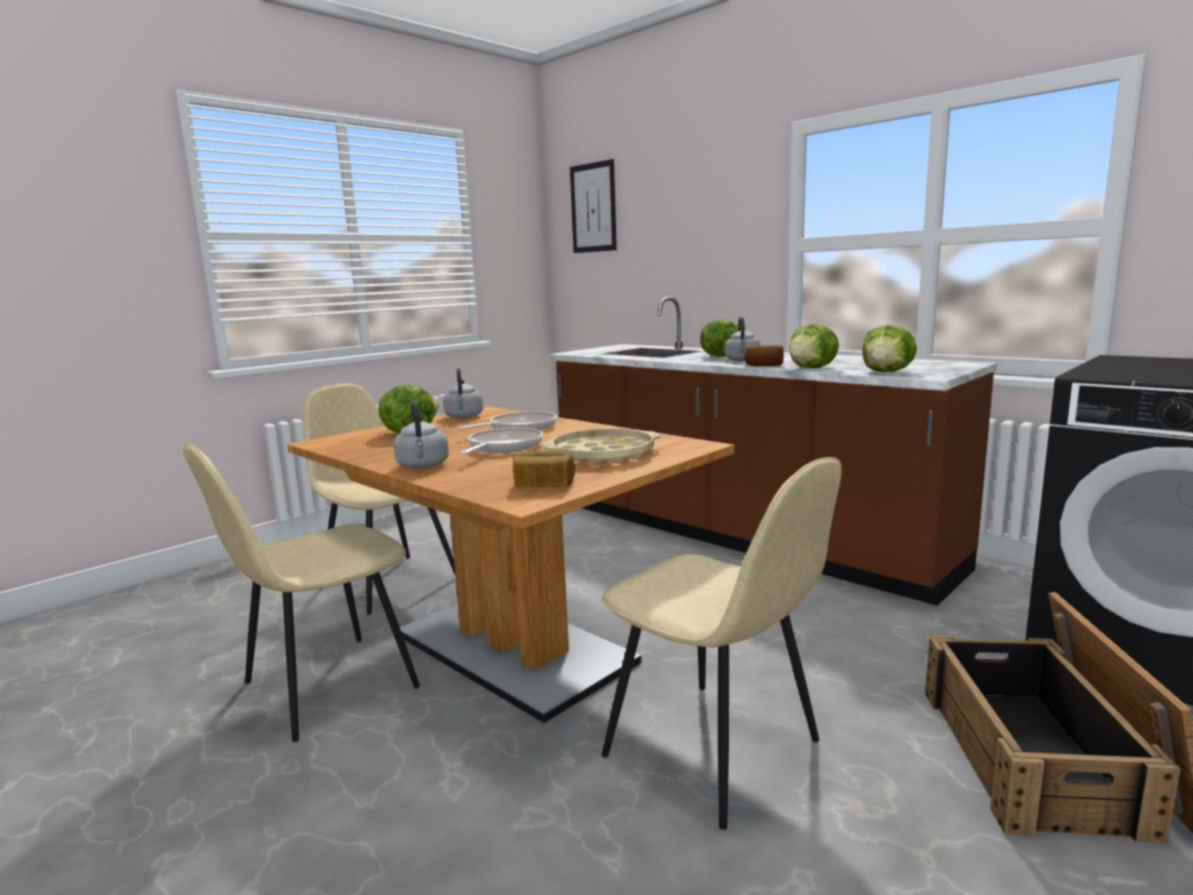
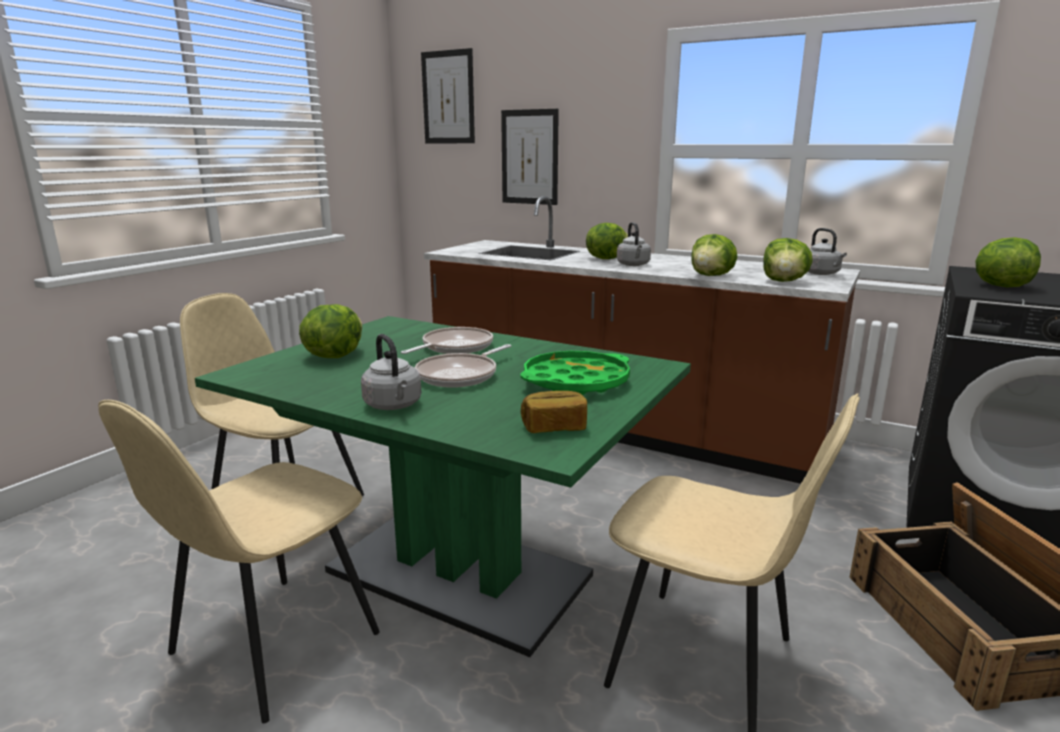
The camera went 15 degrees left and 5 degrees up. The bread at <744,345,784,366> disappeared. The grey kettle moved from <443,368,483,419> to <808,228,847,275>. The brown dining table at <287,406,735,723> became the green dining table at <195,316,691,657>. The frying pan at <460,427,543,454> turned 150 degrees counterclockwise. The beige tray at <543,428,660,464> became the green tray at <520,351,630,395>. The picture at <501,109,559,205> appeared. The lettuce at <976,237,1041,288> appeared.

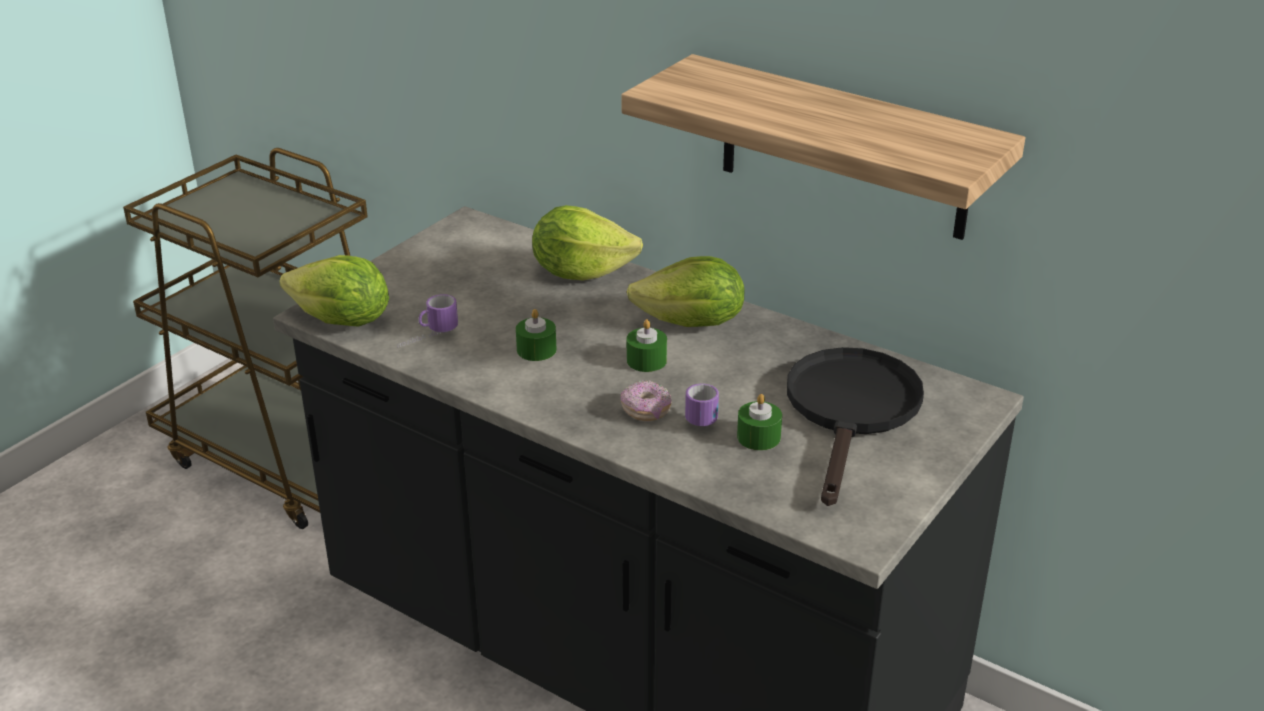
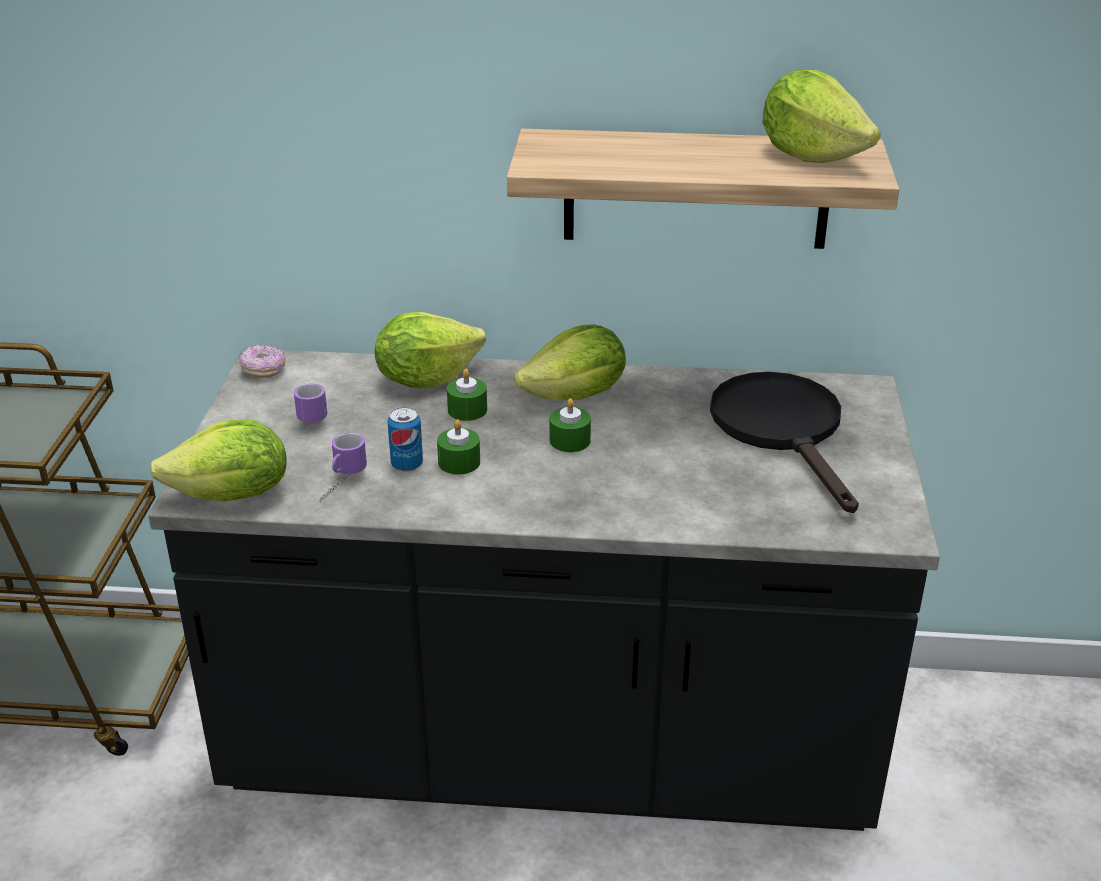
The camera went 30 degrees left and 0 degrees up. The donut moved from <621,380,672,421> to <239,344,286,378>. The mug moved from <685,384,719,426> to <294,383,327,423>. The green candle moved from <737,394,782,450> to <447,369,487,421>. The lettuce at <762,69,881,163> appeared. The can at <388,407,423,472> appeared.

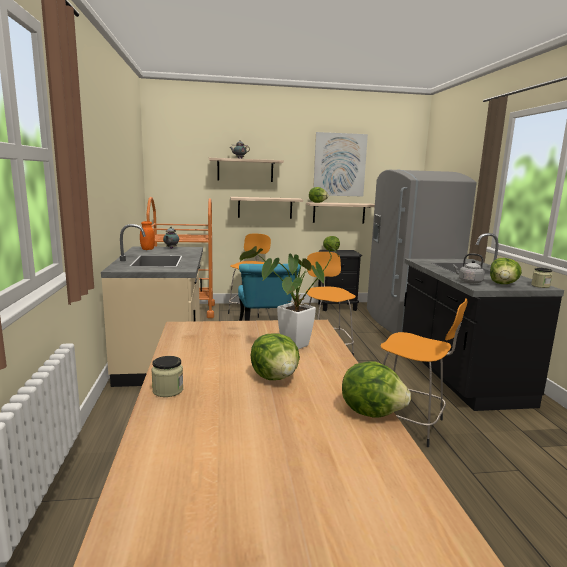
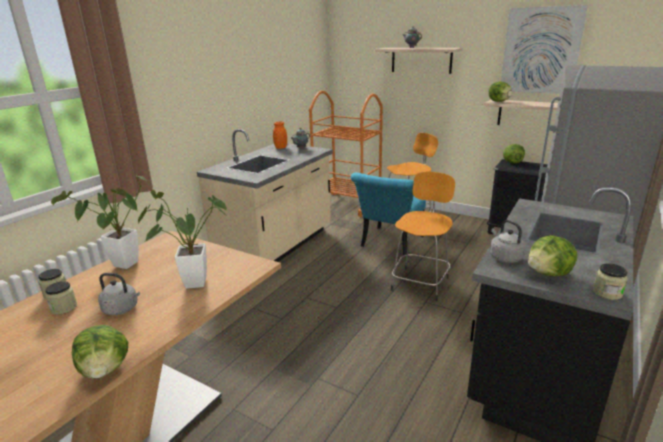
The camera went 40 degrees right and 10 degrees up. The shelf at <230,197,303,219> disappeared. The orange stool at <380,298,467,447> disappeared. The lettuce at <250,334,300,380> was replaced by the grey kettle at <98,273,140,315>. The potted plant at <51,174,147,269> appeared. The jar at <45,281,77,315> appeared.

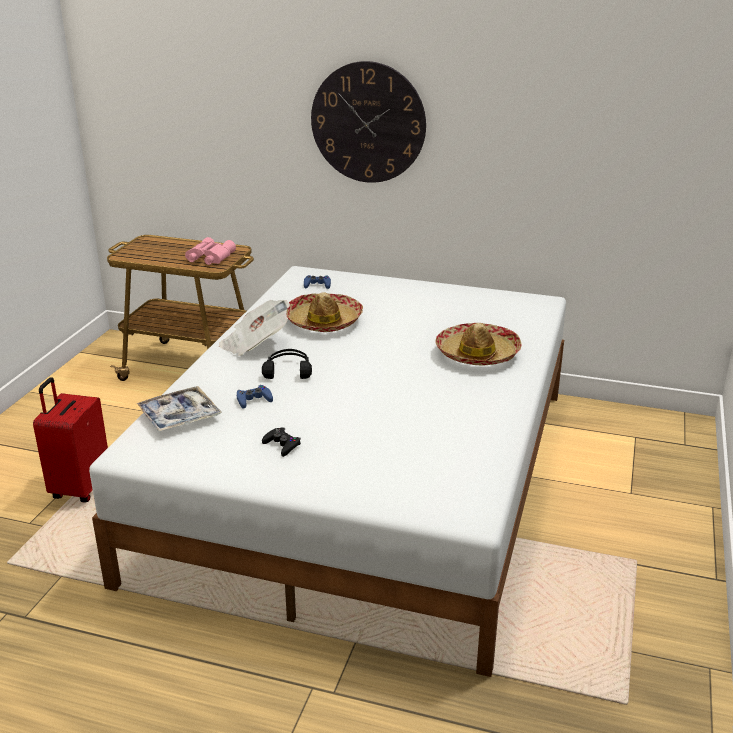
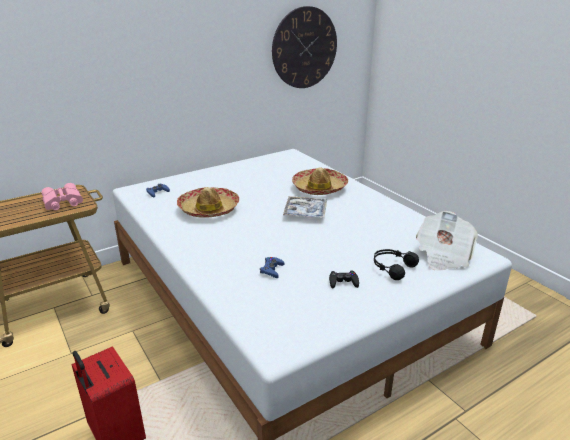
The camera went 50 degrees left and 0 degrees up. The wall clock moved from <311,61,426,183> to <272,6,337,88>. The newspaper moved from <219,300,290,356> to <416,211,478,271>. The black headphones moved from <262,349,312,379> to <374,249,419,280>. The tray moved from <136,386,221,432> to <283,196,327,218>.

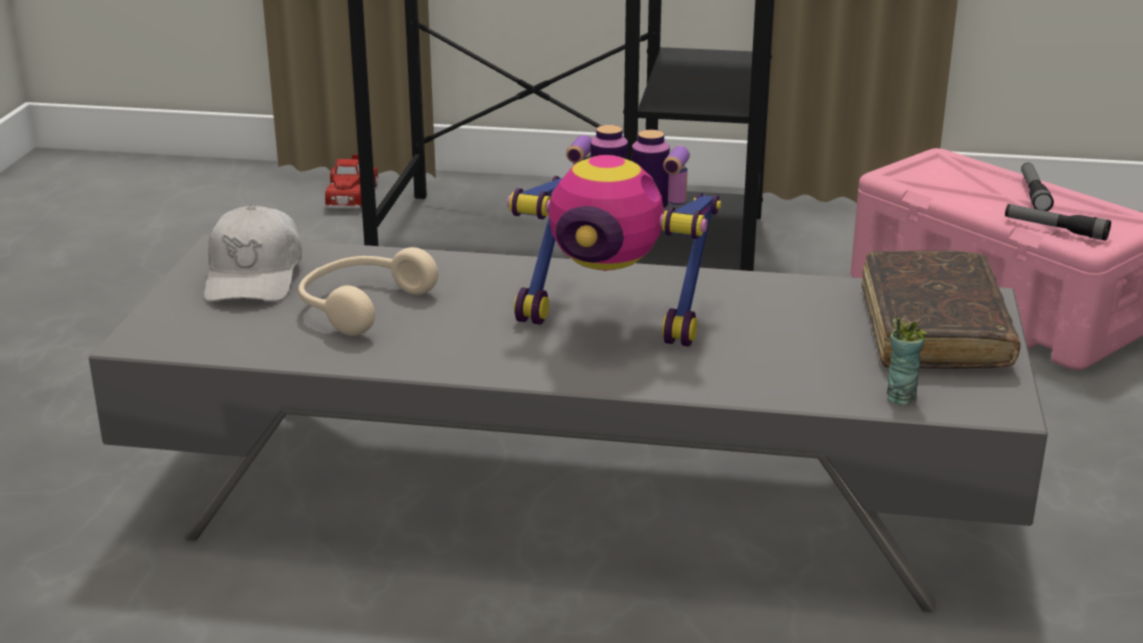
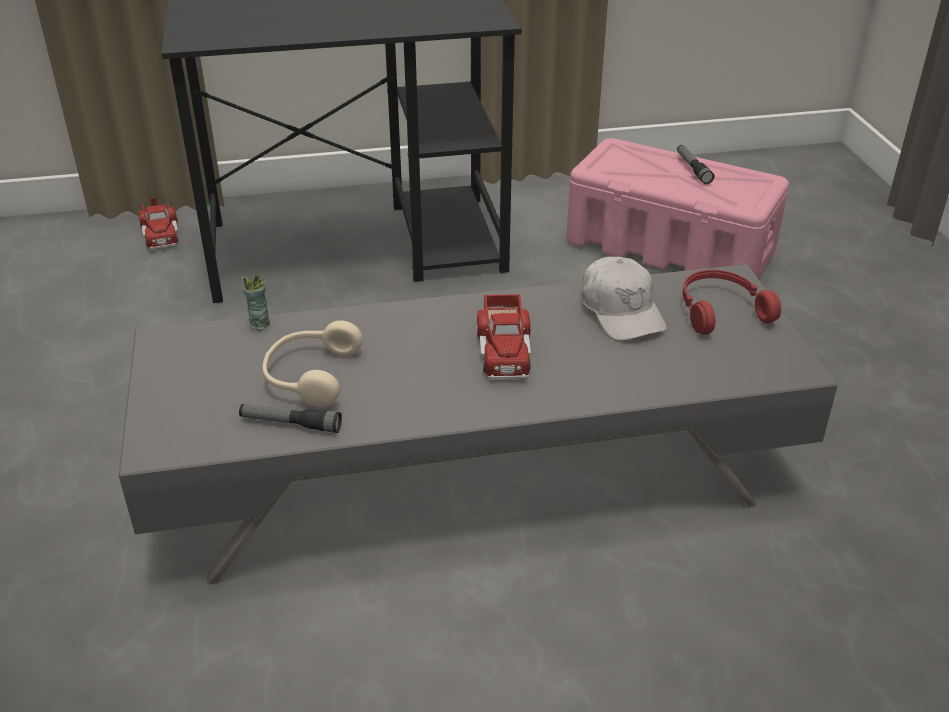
The camera went 20 degrees left and 10 degrees up. The toy robot at <507,125,721,347> was replaced by the toy truck at <476,294,531,380>. The flashlight moved from <1005,204,1111,241> to <239,404,342,433>. The white cap moved from <204,205,302,302> to <582,257,667,341>. The brown book at <862,251,1021,369> was replaced by the red headphones at <683,270,781,335>. The cup moved from <887,317,927,406> to <242,275,270,331>.

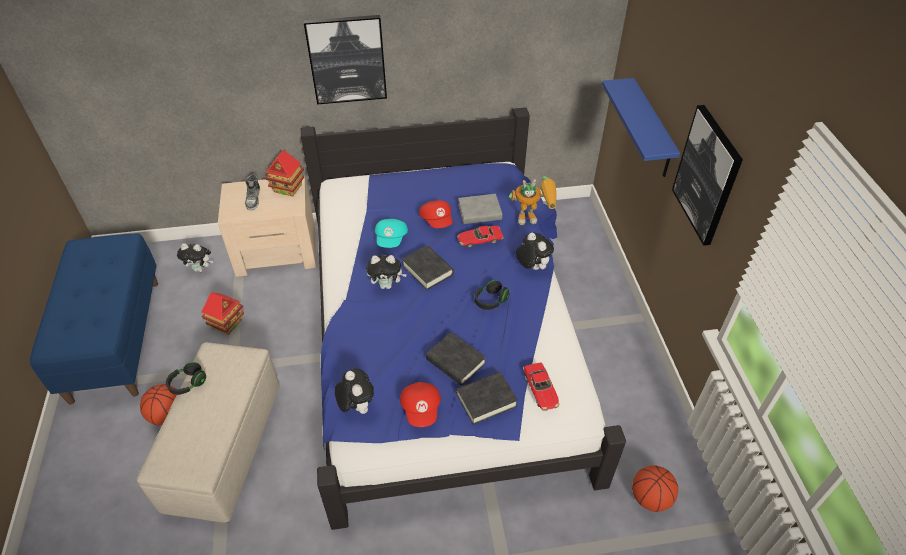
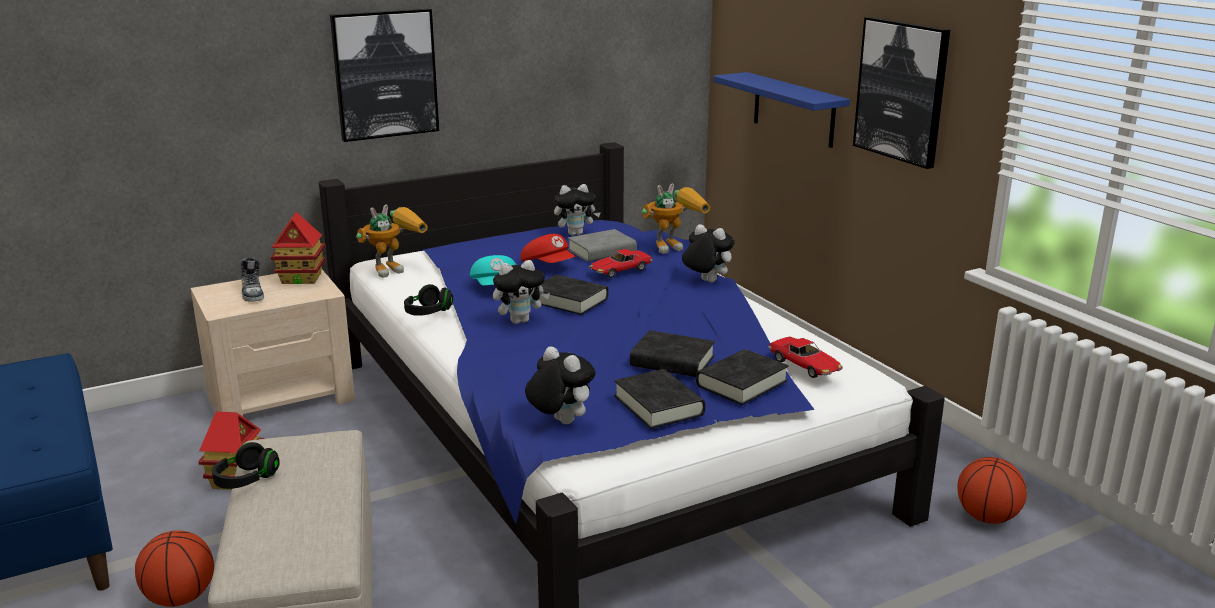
The camera went 20 degrees left and 25 degrees down. The plush toy moved from <177,244,213,272> to <554,184,601,236>. The black headphones moved from <475,280,510,310> to <404,284,453,316>. The red cap at <400,382,441,427> was replaced by the black book at <614,369,705,429>. The toy robot at <356,205,428,278> appeared.

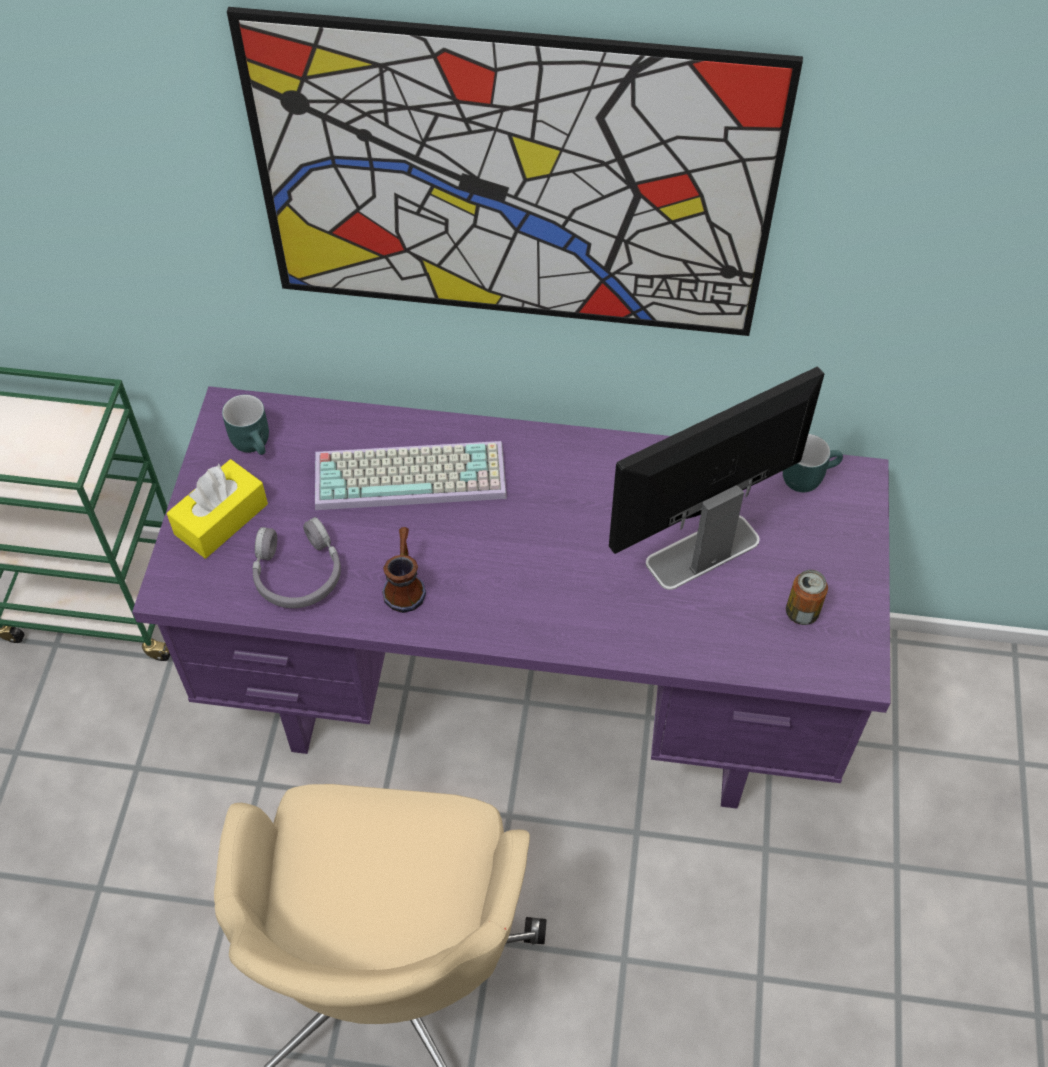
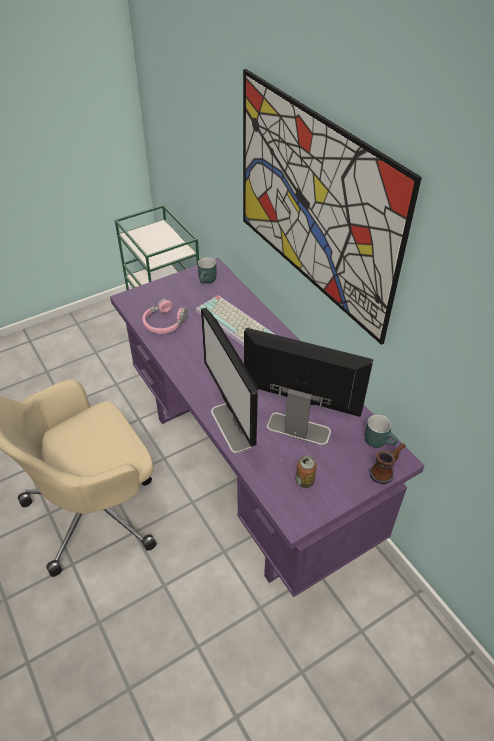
The camera went 50 degrees right and 10 degrees down. The yellow tissue box at <167,459,268,558> disappeared. The grey headphones at <252,517,341,608> became the pink headphones at <142,298,188,334>. The mug moved from <382,527,426,613> to <370,443,406,485>. The monitor at <201,308,258,453> appeared.

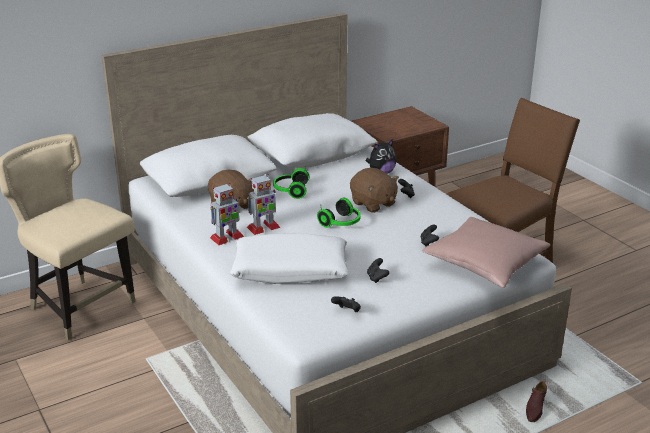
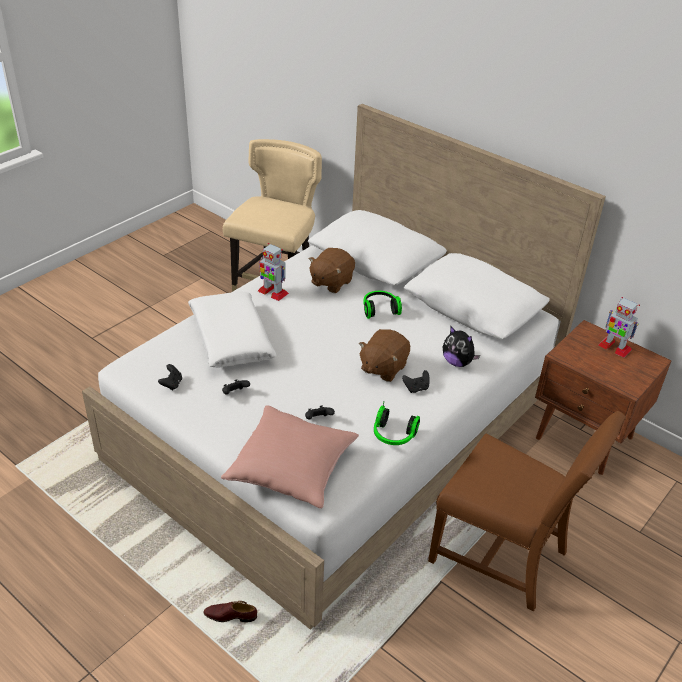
The camera went 70 degrees right and 10 degrees up. The toy robot moved from <247,174,280,235> to <598,297,640,358>. The headphones moved from <317,198,361,228> to <374,402,420,445>.

